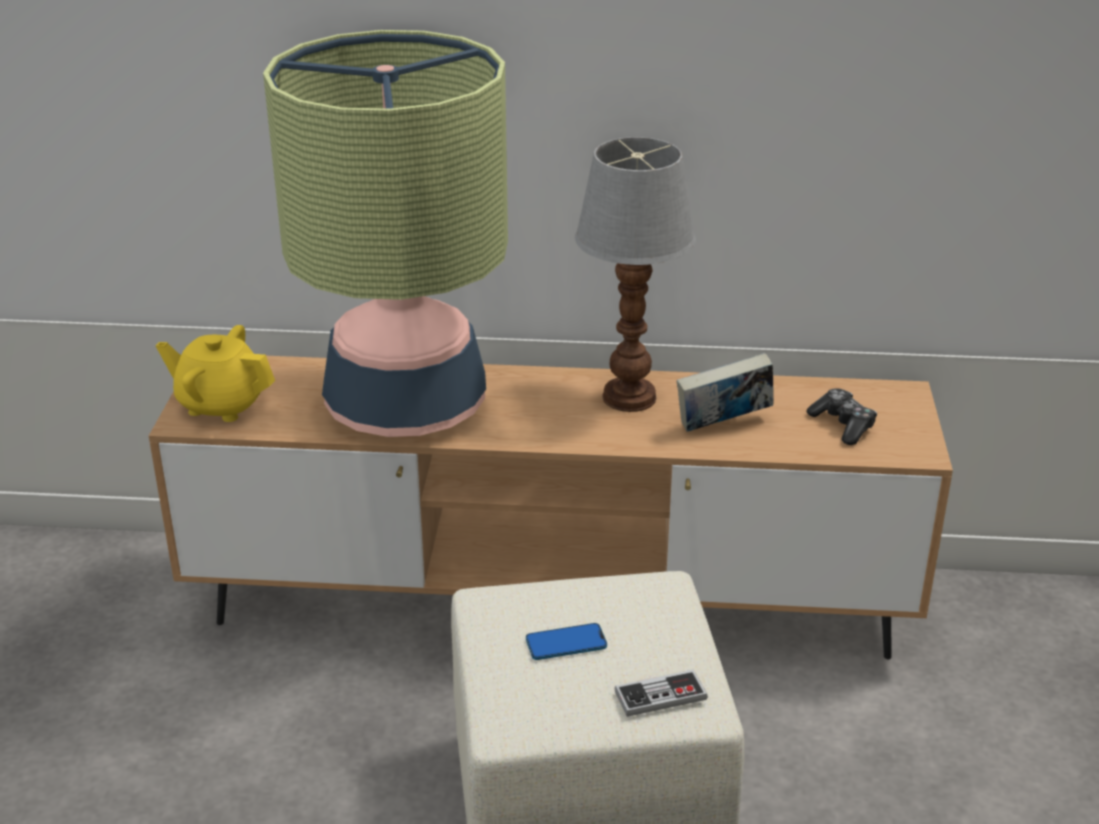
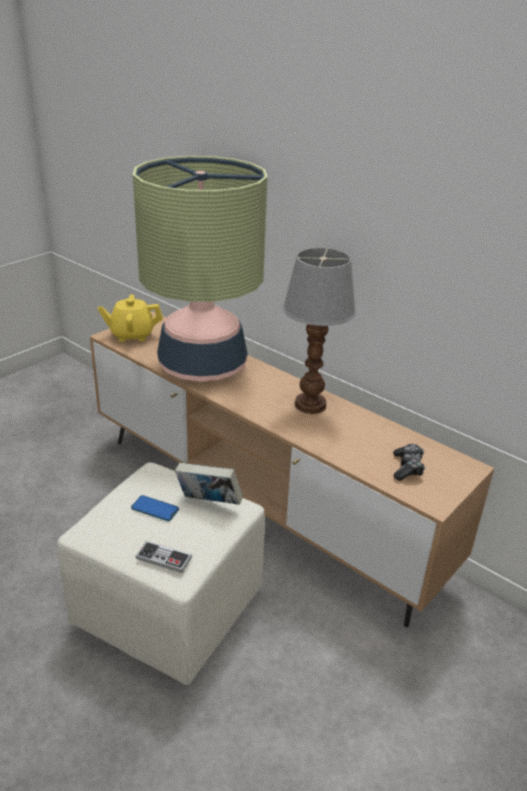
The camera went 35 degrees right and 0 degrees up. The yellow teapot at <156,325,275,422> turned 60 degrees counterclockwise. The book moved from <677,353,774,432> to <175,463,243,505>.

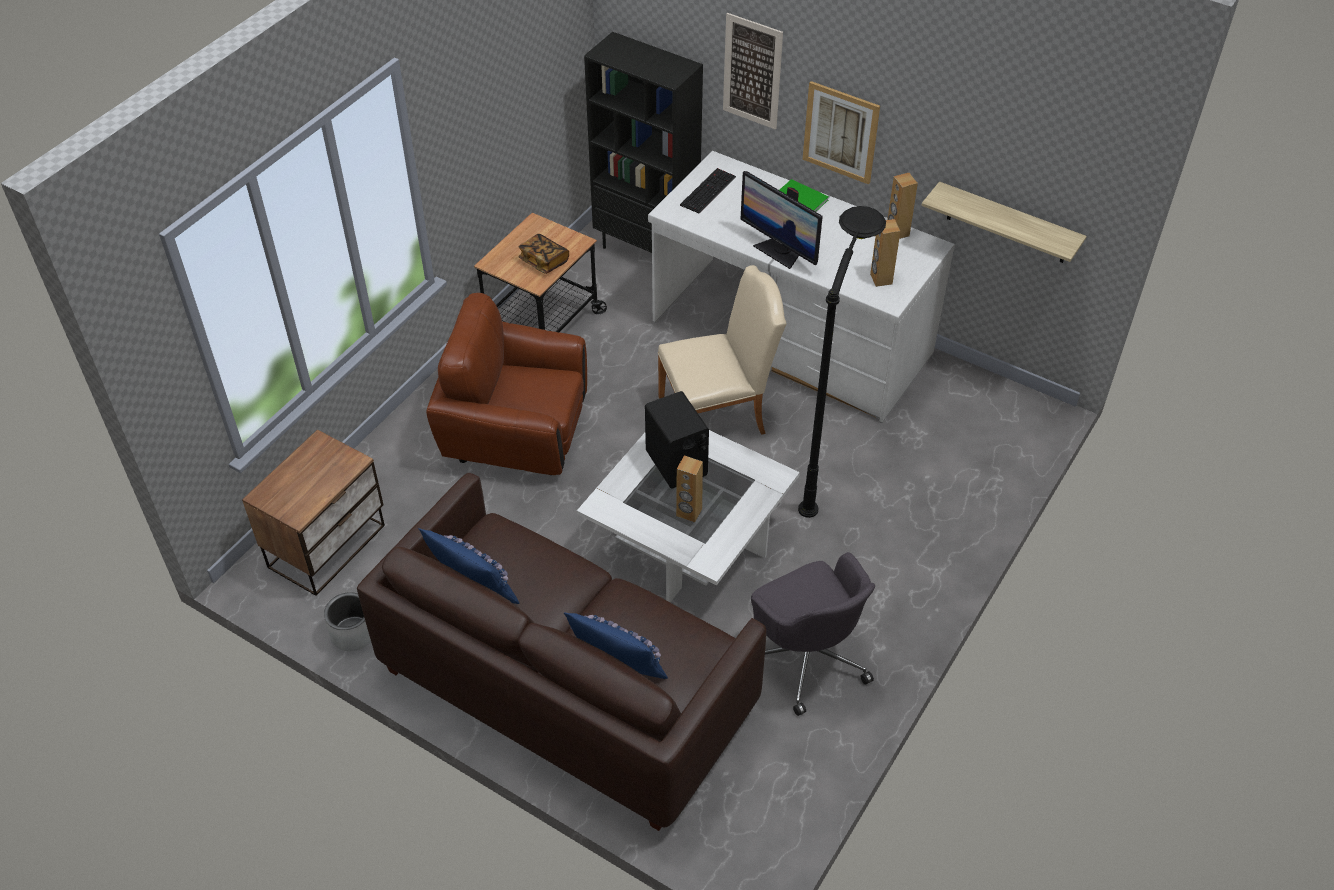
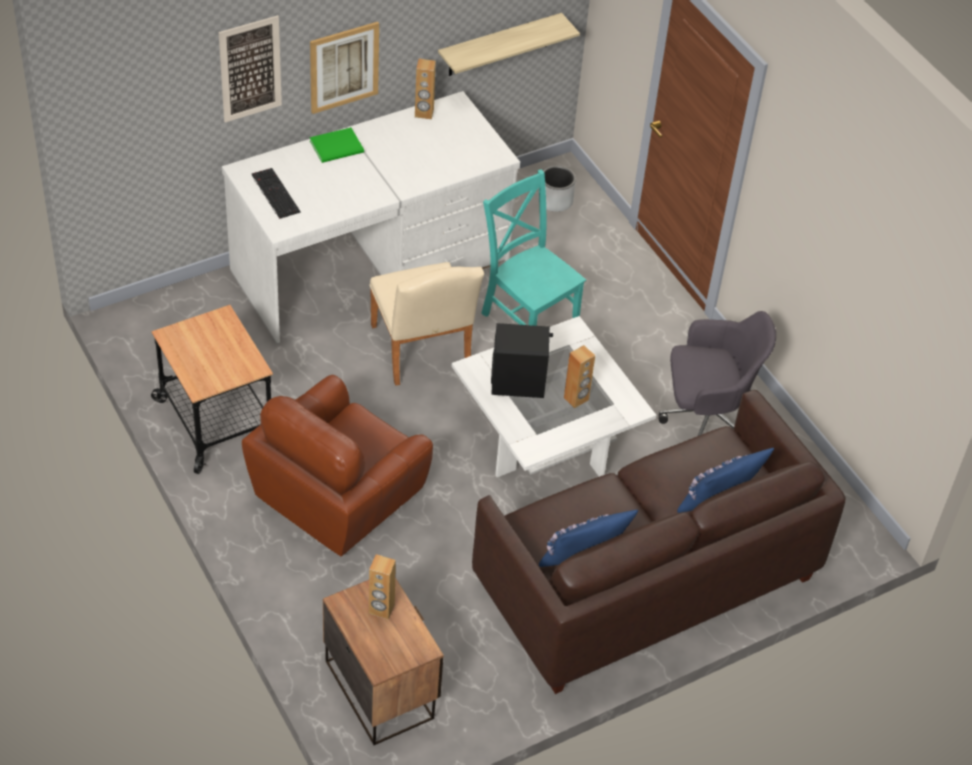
The camera went 65 degrees left and 0 degrees up. The black bookcase at <584,32,703,253> disappeared. The monitor at <740,171,823,269> disappeared. The black floor lamp at <798,206,886,518> was replaced by the turquoise chair at <481,169,586,326>. The brown speaker moved from <870,219,900,287> to <369,554,396,620>. The book at <518,234,569,274> disappeared. The beige chair at <658,265,786,435> turned 150 degrees clockwise. The grey planter moved from <324,592,371,651> to <538,165,576,212>.

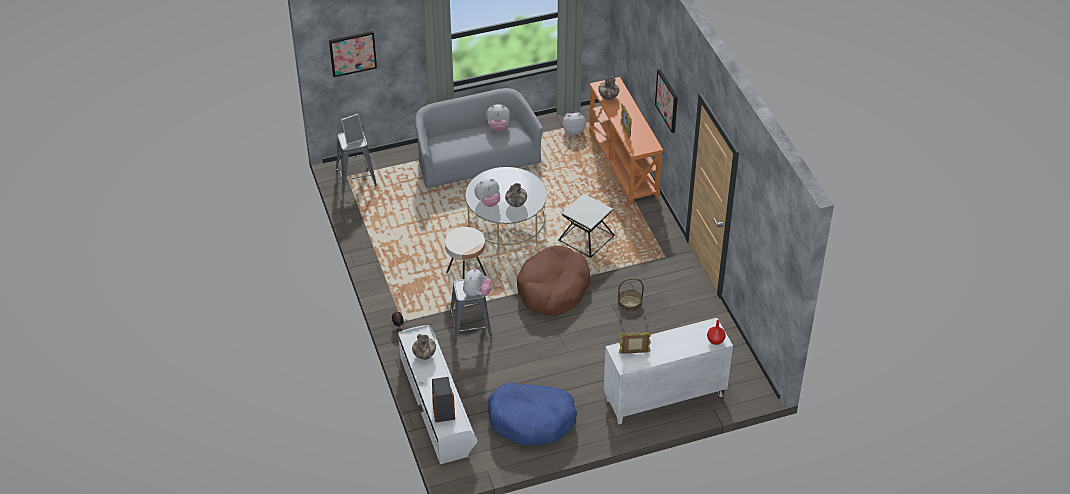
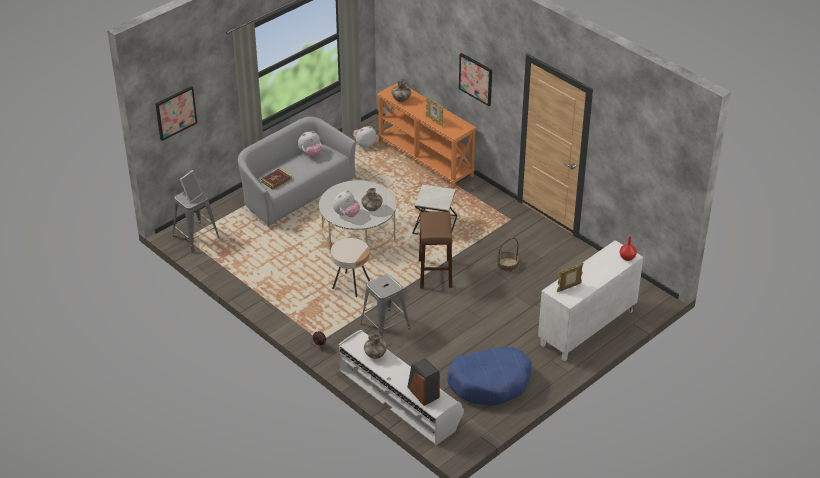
The camera went 25 degrees left and 5 degrees down. The brown dog bed at <517,246,591,316> was replaced by the brown stool at <419,211,453,288>. The plush toy at <463,268,493,297> disappeared. The book at <261,168,292,190> appeared.

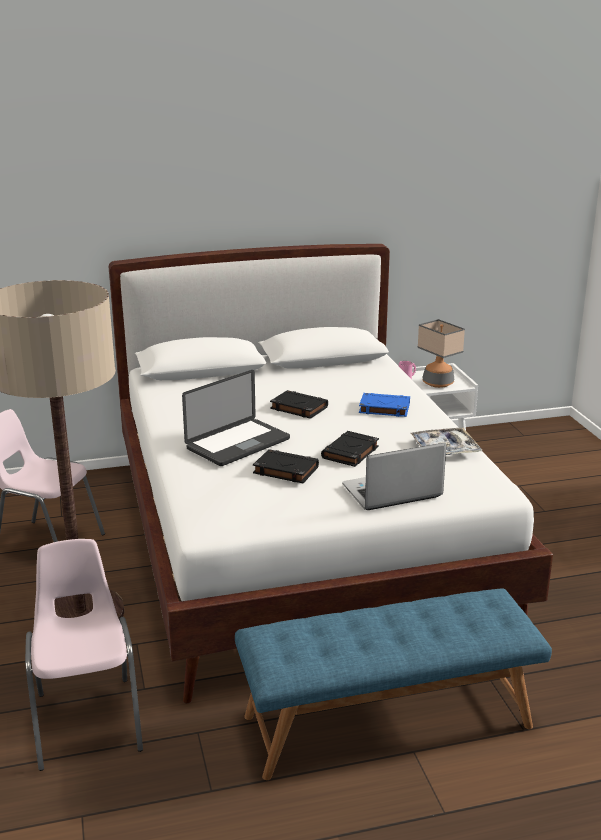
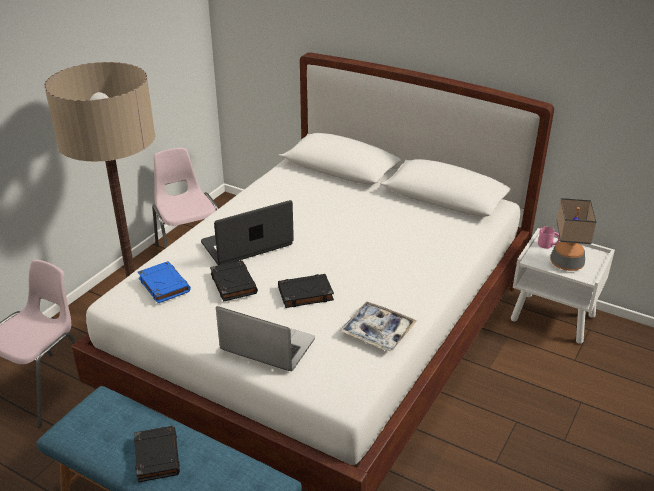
The camera went 45 degrees right and 10 degrees up. The laptop at <182,370,290,466> turned 150 degrees clockwise. The black book moved from <270,390,328,419> to <134,426,180,482>. The blue book moved from <359,393,410,417> to <138,261,191,303>.

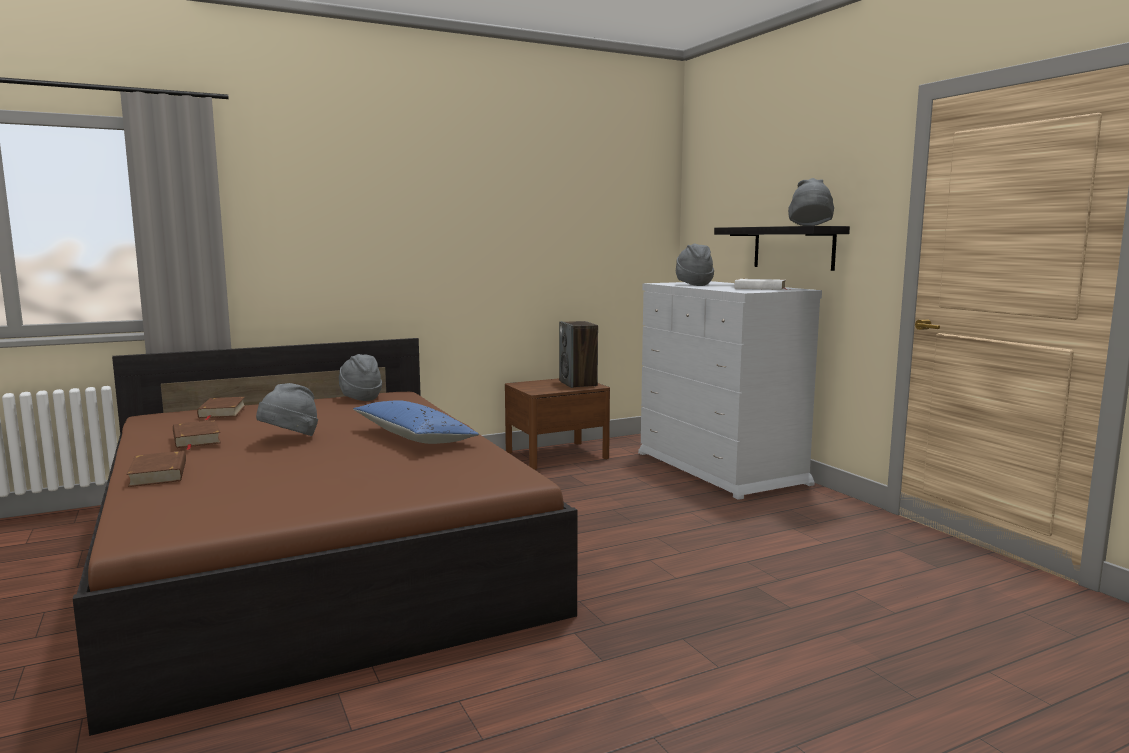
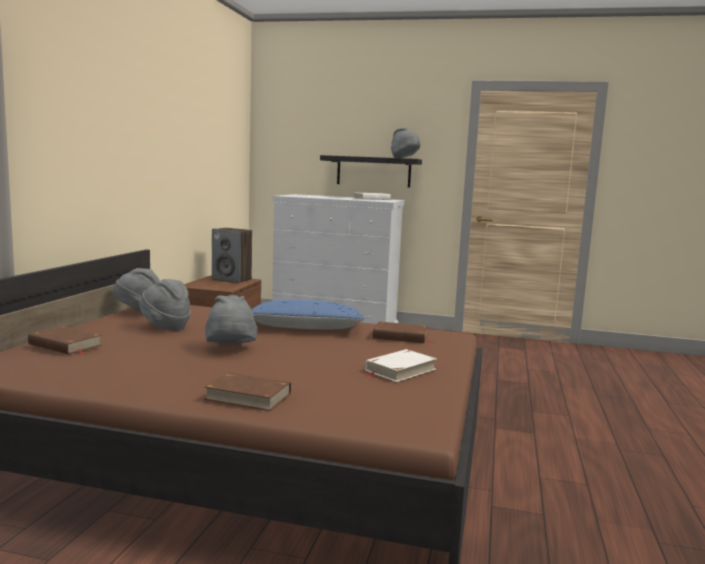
The camera went 50 degrees left and 0 degrees up. The grey hat moved from <676,244,714,286> to <139,279,191,331>. The brown book moved from <173,420,221,450> to <373,321,434,343>. The white book at <364,349,437,382> appeared.

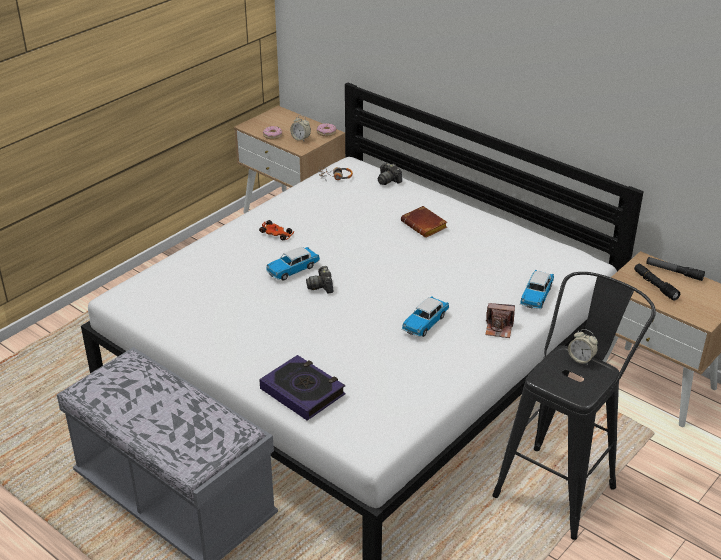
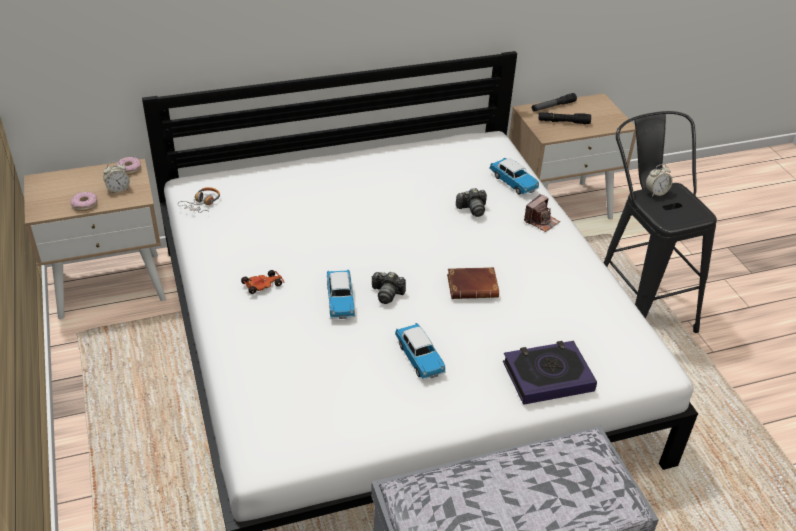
The camera went 60 degrees left and 5 degrees up. The photo camera moved from <378,163,402,185> to <456,188,487,217>. The brown book moved from <401,206,447,238> to <447,267,499,299>. The toy car moved from <402,296,449,337> to <395,323,446,380>.

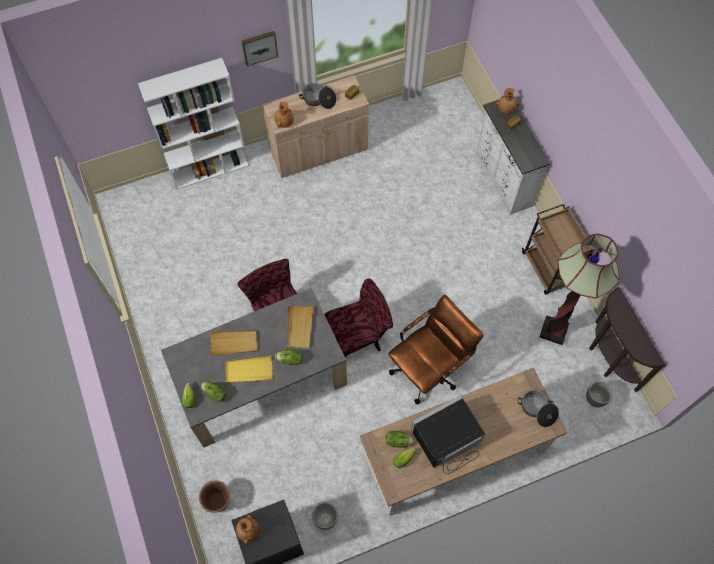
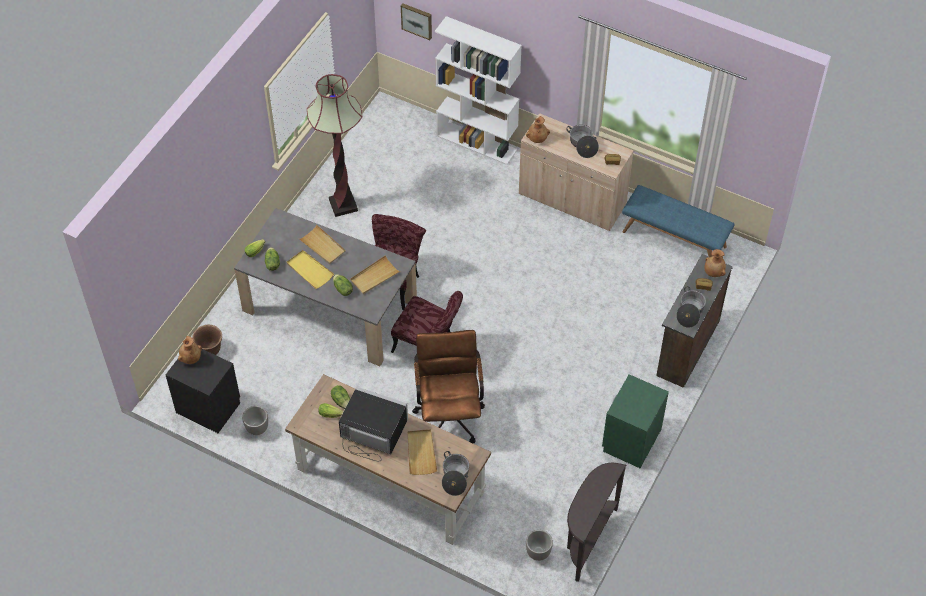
The camera went 50 degrees right and 10 degrees down. The picture moved from <242,31,278,66> to <401,3,432,40>. The white dresser at <476,100,551,215> became the brown dresser at <656,254,733,388>. The brown cart at <522,204,594,295> was replaced by the green nightstand at <602,374,669,468>. The floor lamp moved from <540,234,620,345> to <307,74,362,217>. The brown office chair at <388,295,484,404> turned 105 degrees counterclockwise. The blue bench at <622,185,734,257> appeared. The cooking pot at <676,286,706,328> appeared. The beige tray at <408,429,437,475> appeared.

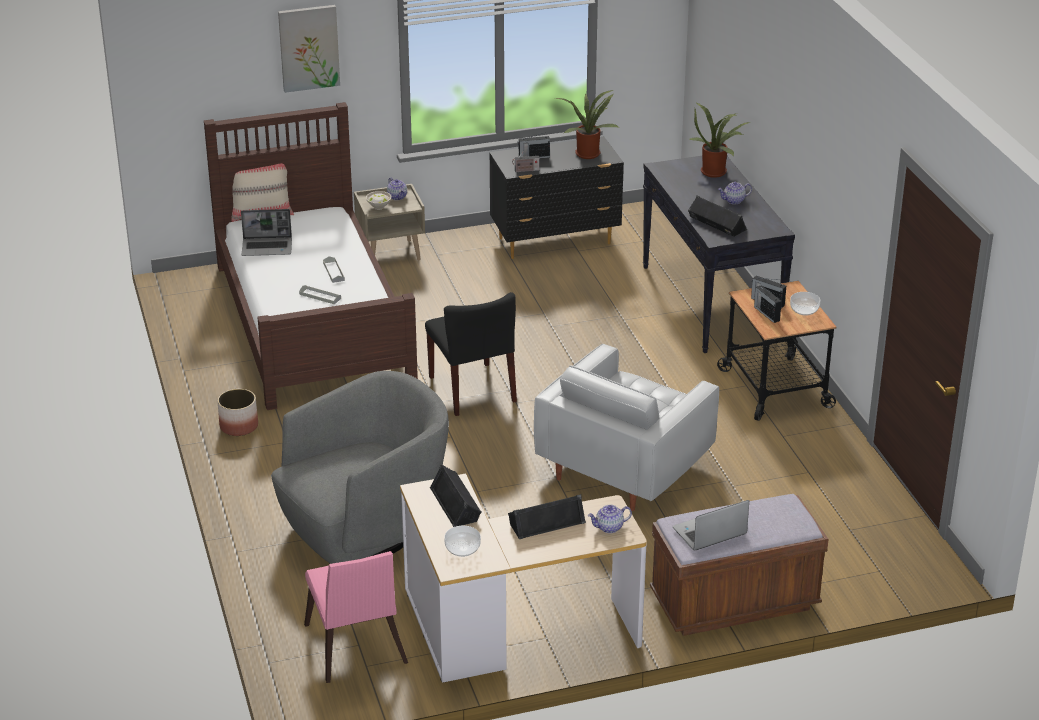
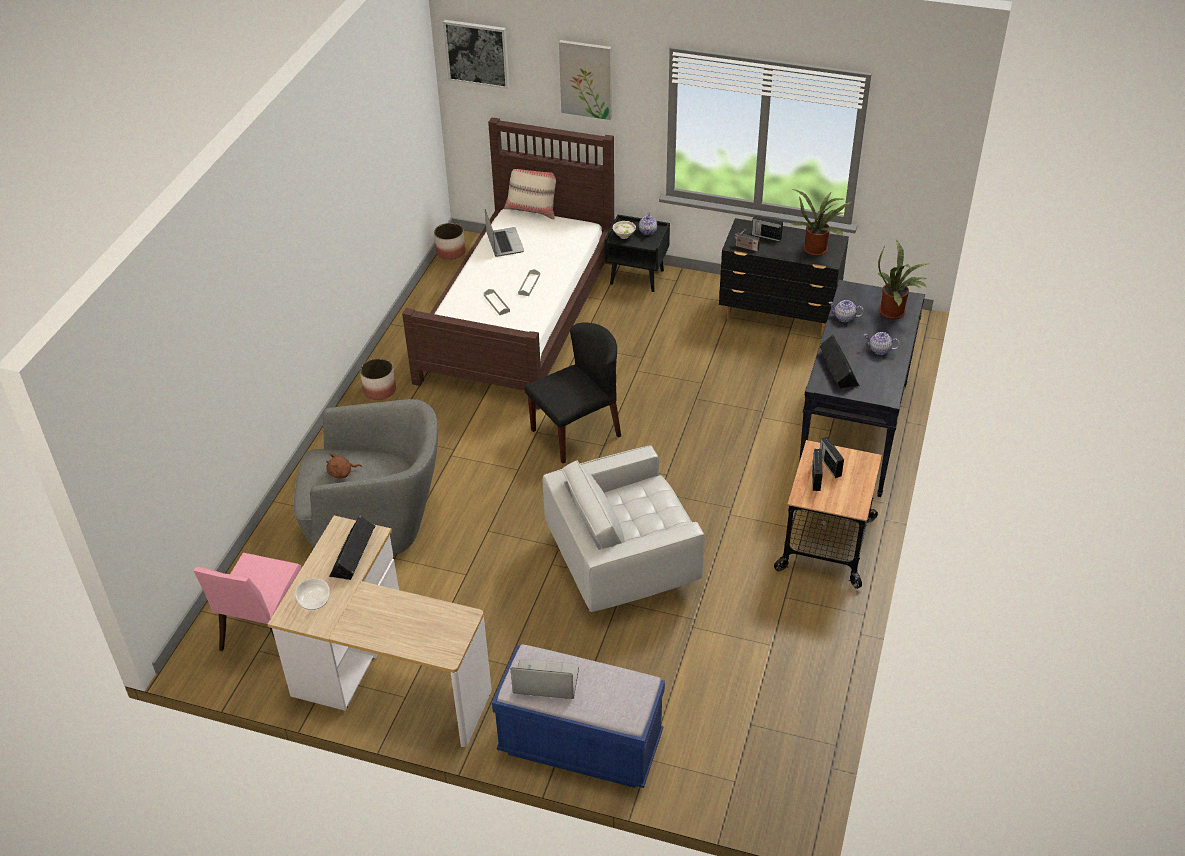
The camera went 35 degrees right and 10 degrees up. The beige nightstand at <354,184,425,260> became the black nightstand at <604,214,670,292>. The laptop at <241,209,292,256> turned 135 degrees counterclockwise. The black chair at <425,292,517,416> turned 135 degrees counterclockwise. The bowl at <790,292,820,316> disappeared. The black speaker at <508,494,586,539> disappeared. The brown bench at <650,494,829,636> became the blue bench at <492,644,665,788>. The teapot moved from <588,505,632,533> to <829,300,864,322>. The picture at <443,20,509,89> appeared. The planter at <434,223,465,260> appeared. The brown plush toy at <326,454,362,478> appeared.

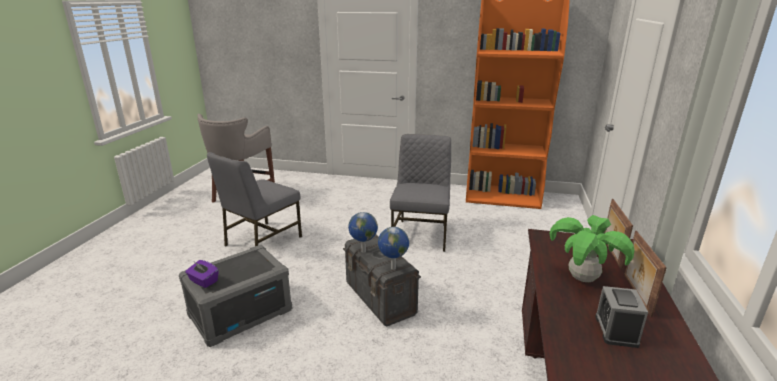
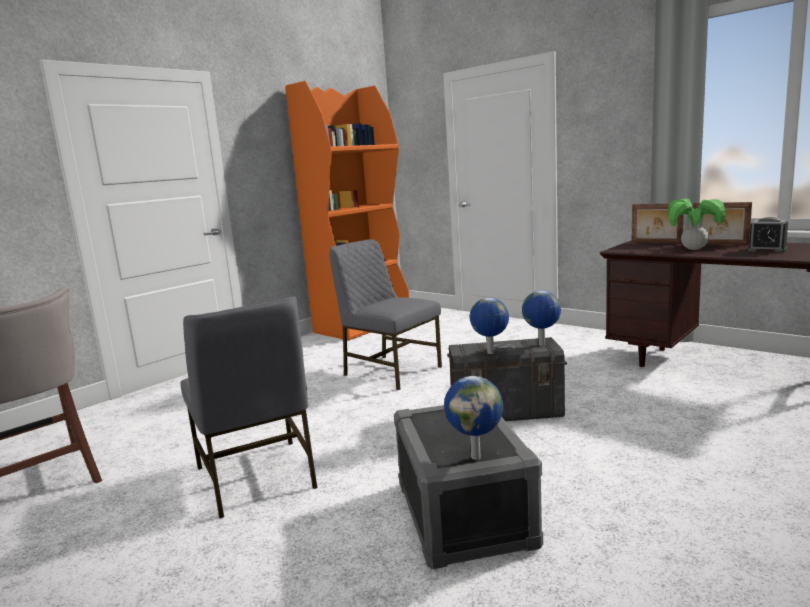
The camera went 60 degrees left and 10 degrees down. The purple tissue box at <185,260,219,288> was replaced by the globe at <444,376,503,460>.

